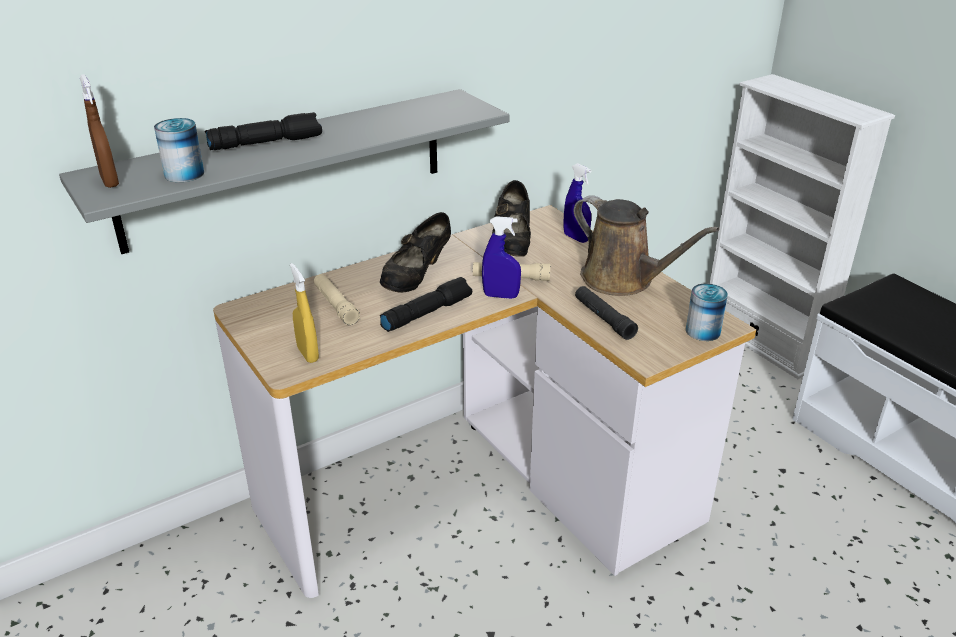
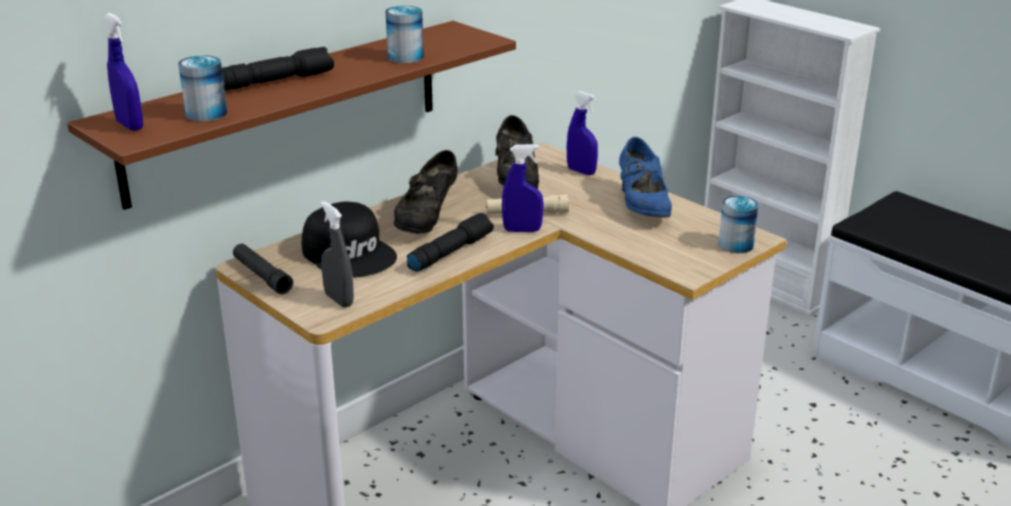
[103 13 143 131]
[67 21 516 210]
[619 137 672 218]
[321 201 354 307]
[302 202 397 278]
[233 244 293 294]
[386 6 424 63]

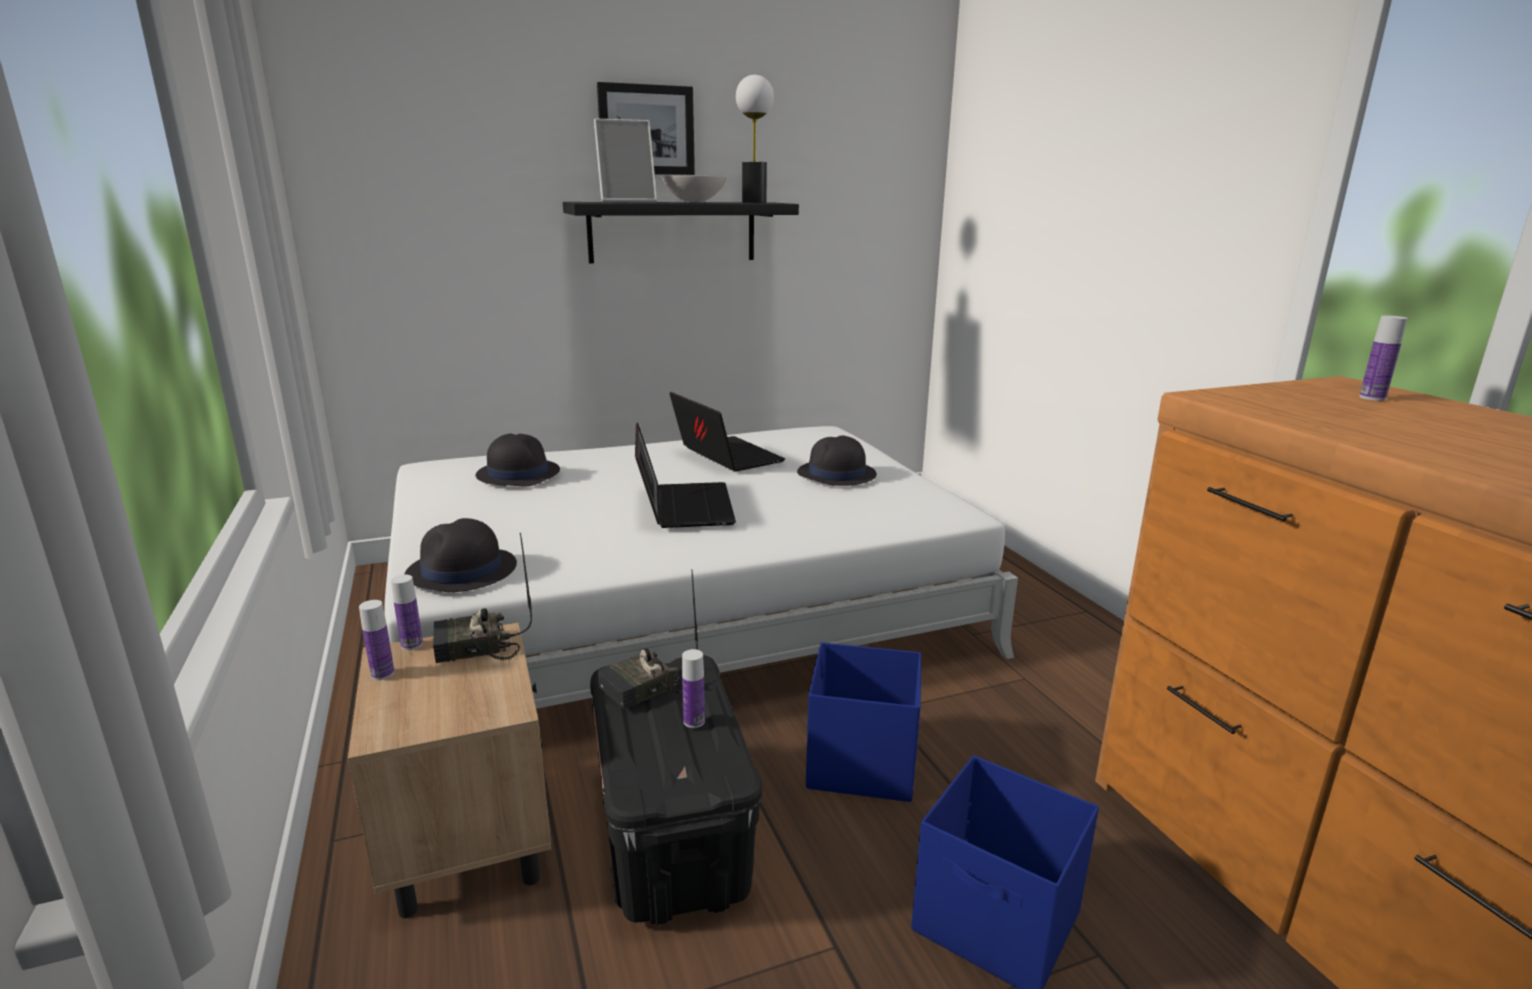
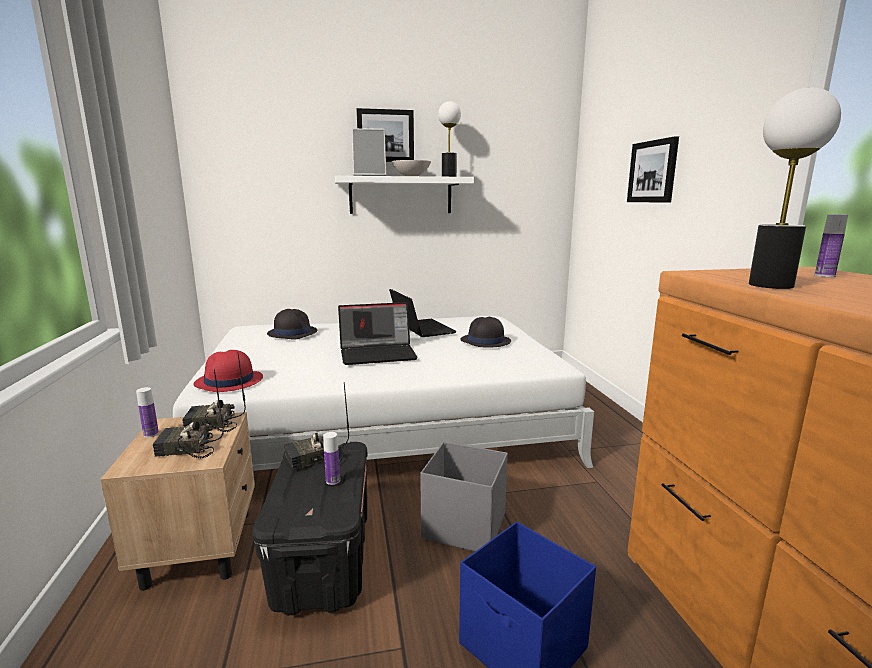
[335 176 474 214]
[338 302 418 365]
[193 350 263 392]
[391 575 423 650] (first image)
[420 442 508 551]
[749 88 841 289]
[627 136 679 203]
[153 369 224 458]

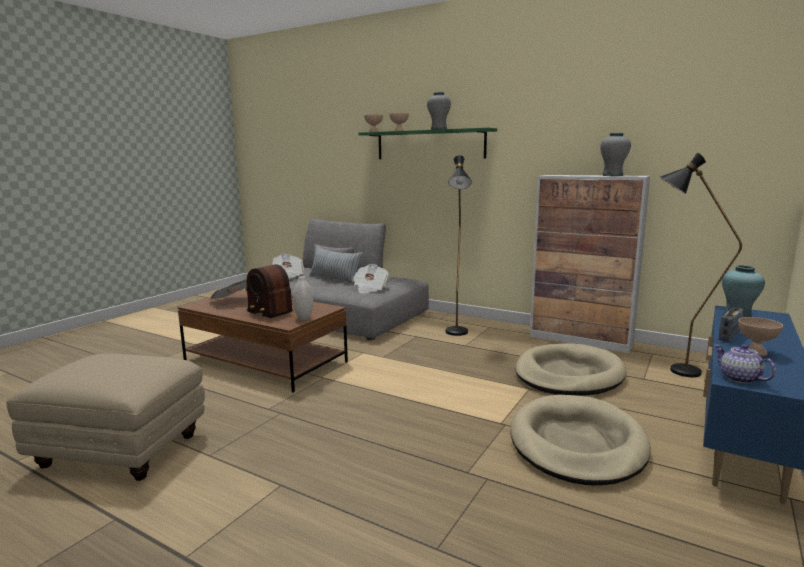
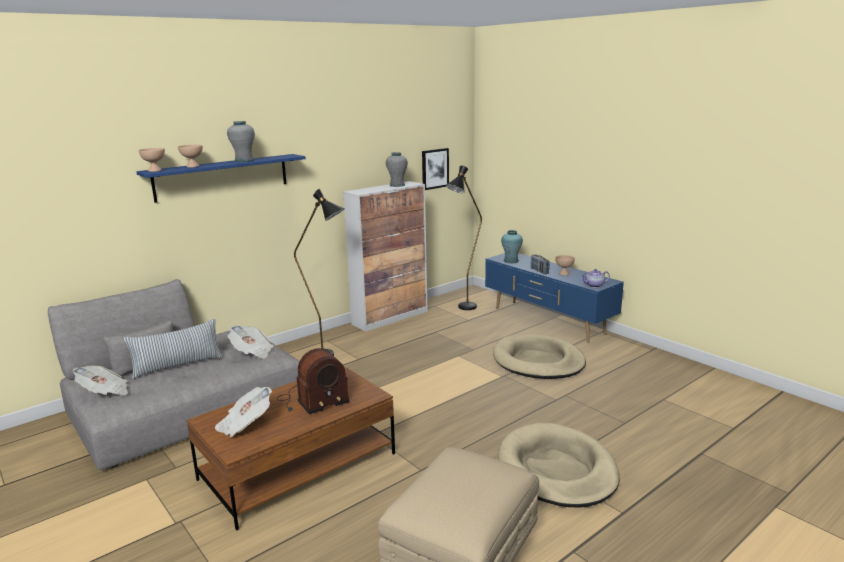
[136 154 306 203]
[293 276 313 321] (first image)
[498 423 620 508]
[422 148 449 190]

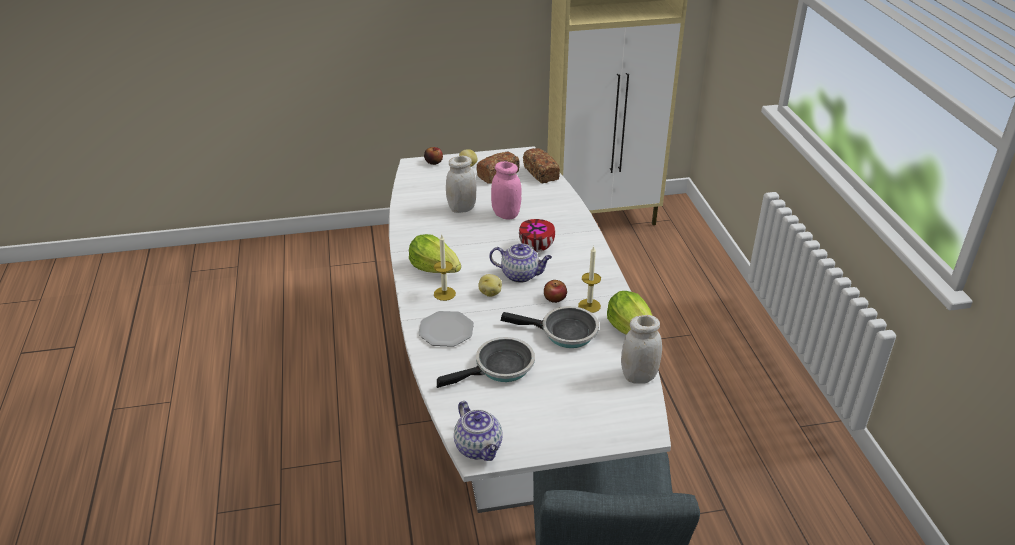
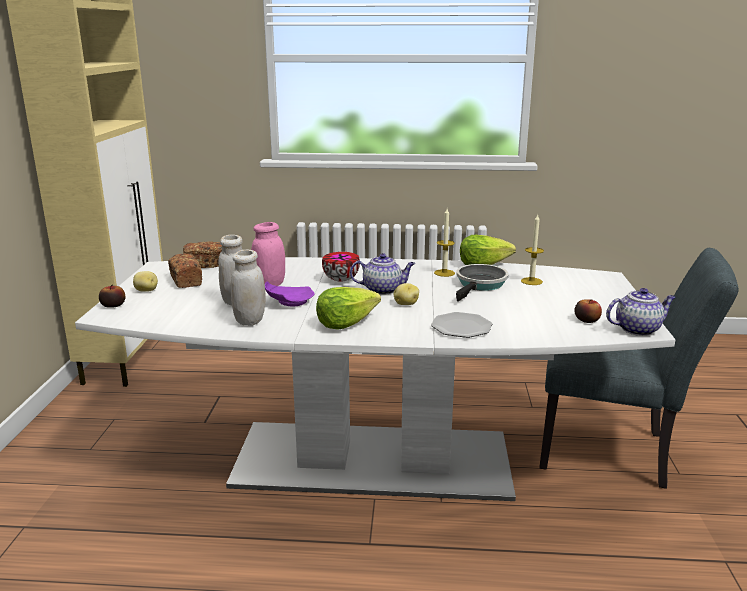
[521 215 544 285]
[350 253 415 295]
[574 299 602 323]
[231 250 266 326]
[437 337 535 388] (first image)
[265 281 315 306]

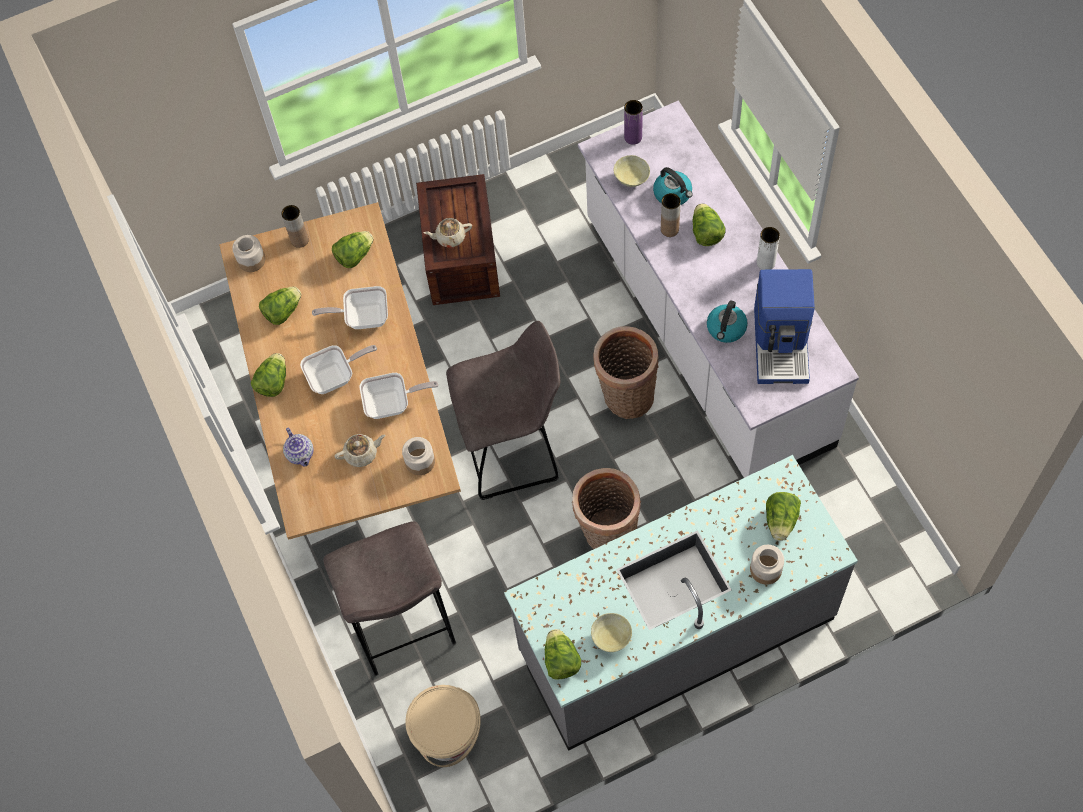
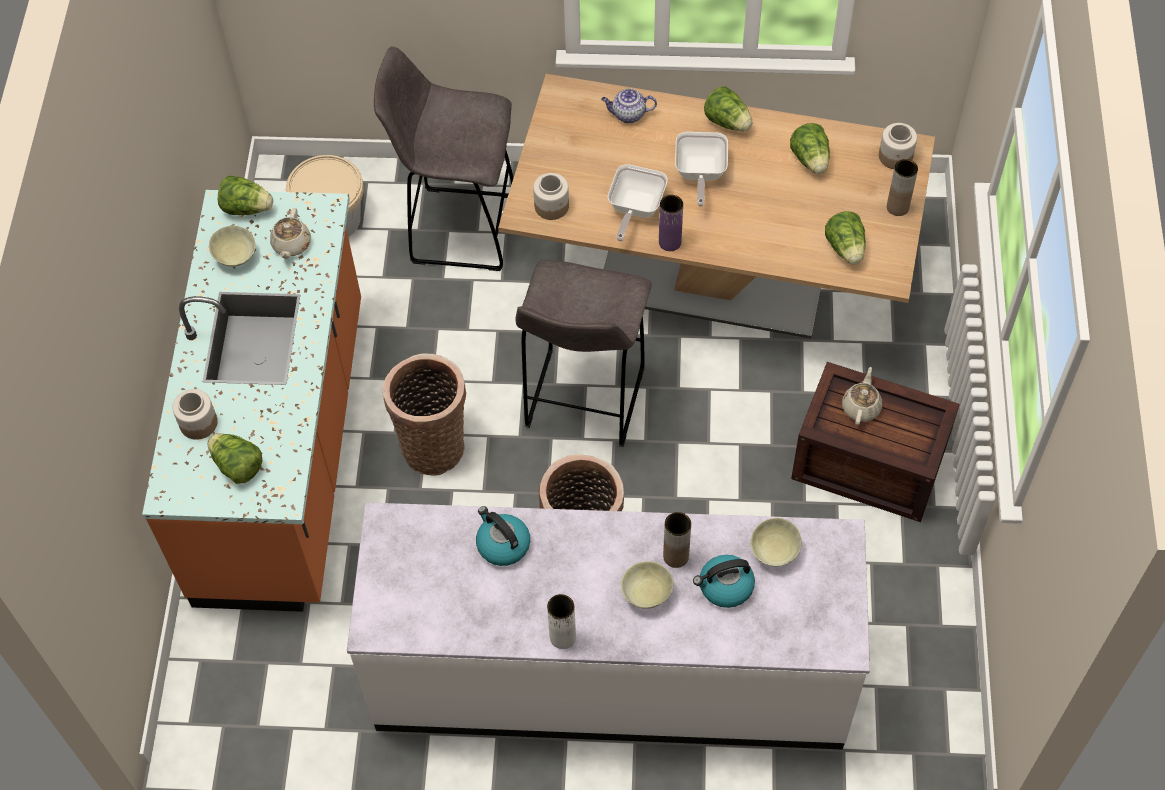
[659 195 683 251]
[621 561 673 609]
[754 269 815 384] (first image)
[312 286 388 329] (first image)
[270 208 311 259]
[142 190 361 612]

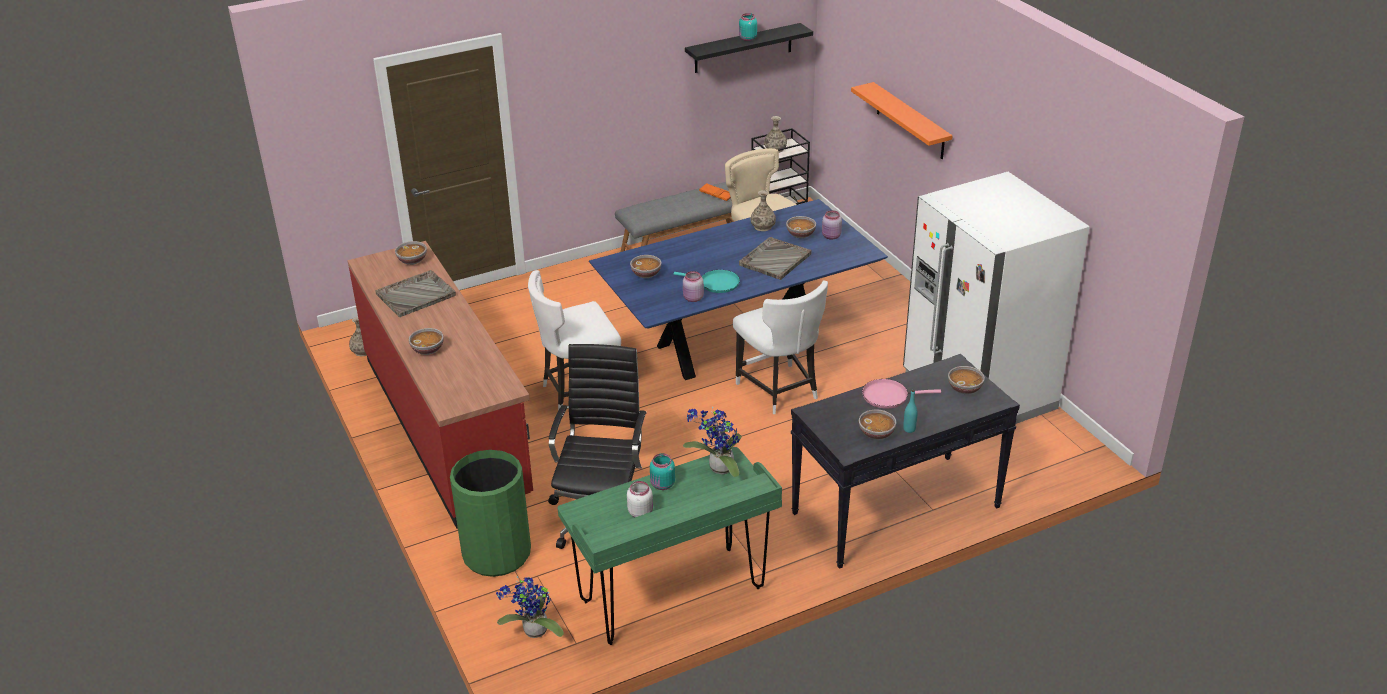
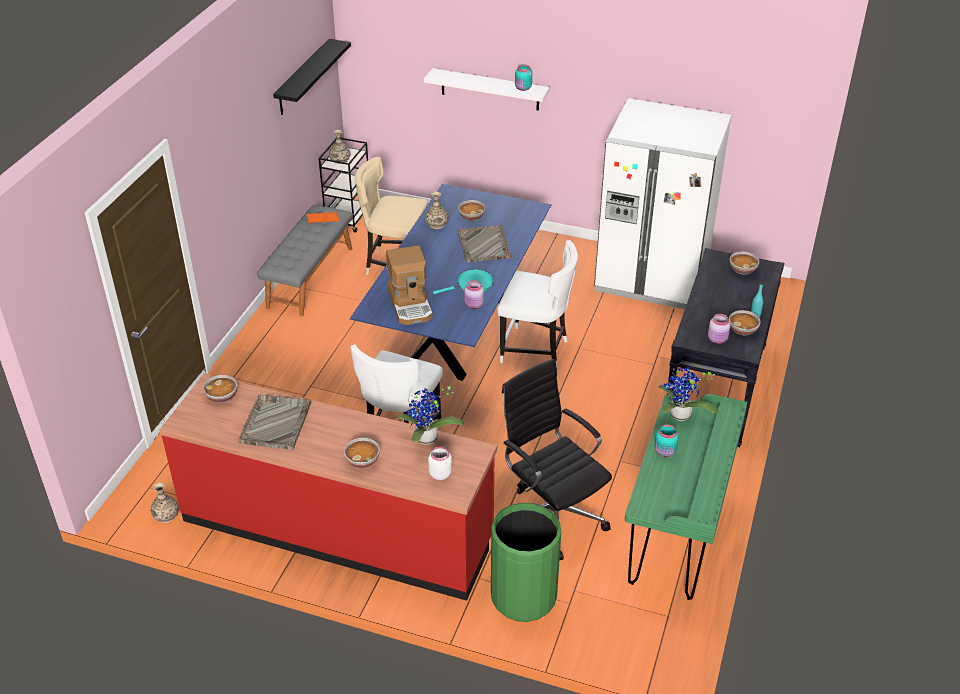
[515 64 532 91]
[424 68 550 111]
[708 314 731 344]
[386 245 433 325]
[862 379 941 409] (first image)
[428 446 452 480]
[396 386 464 445]

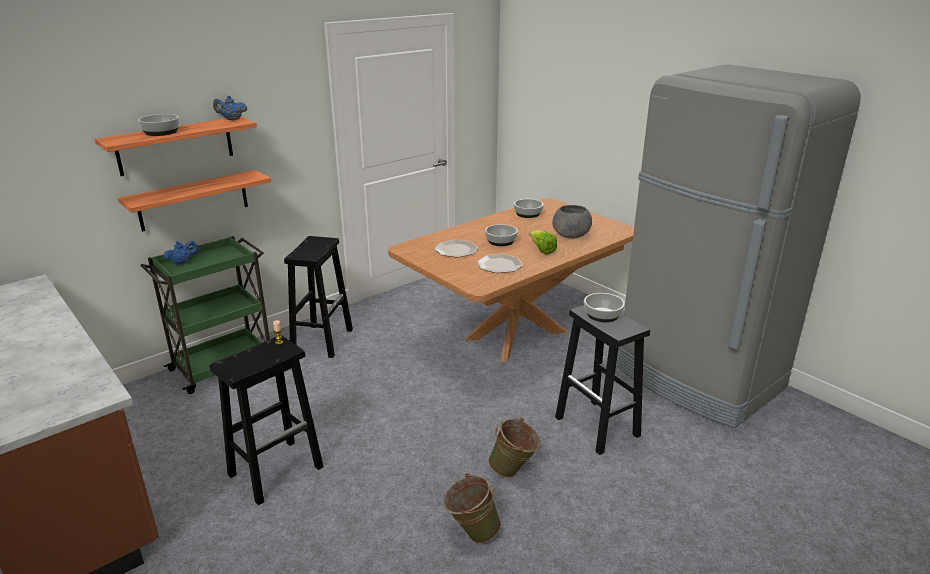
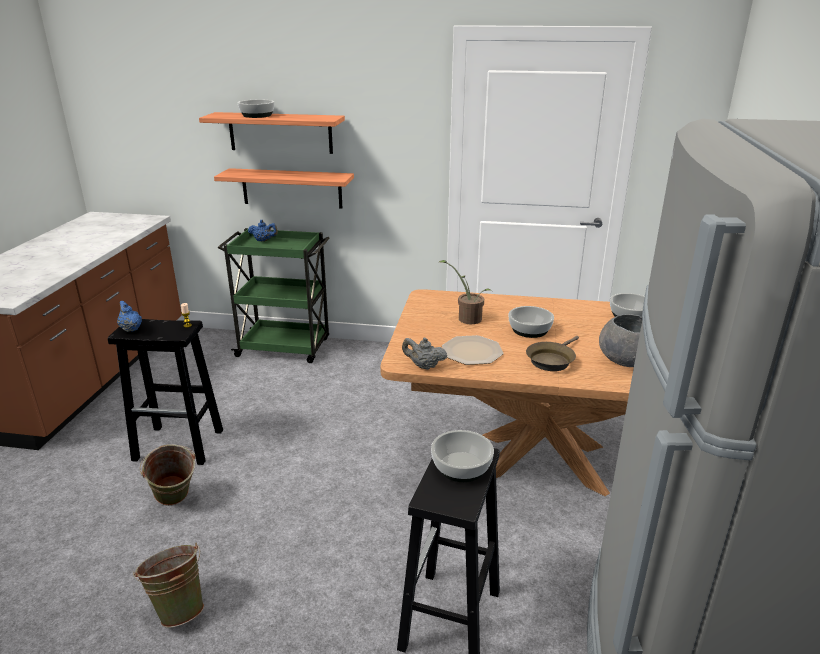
[117 301 142 332]
[526 336 579 371]
[284 236 353 358] (first image)
[439 260 492 324]
[139 444 196 506]
[402 337 447 370]

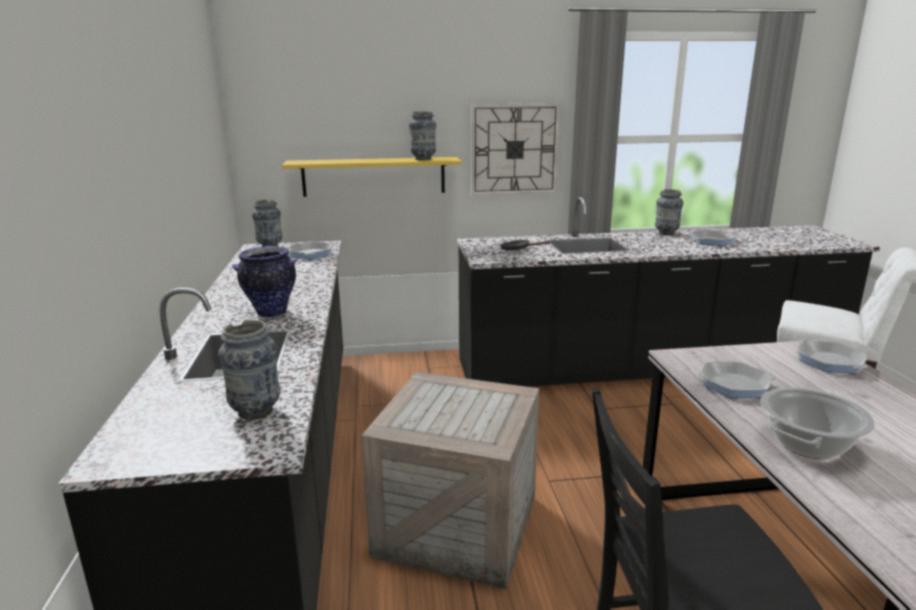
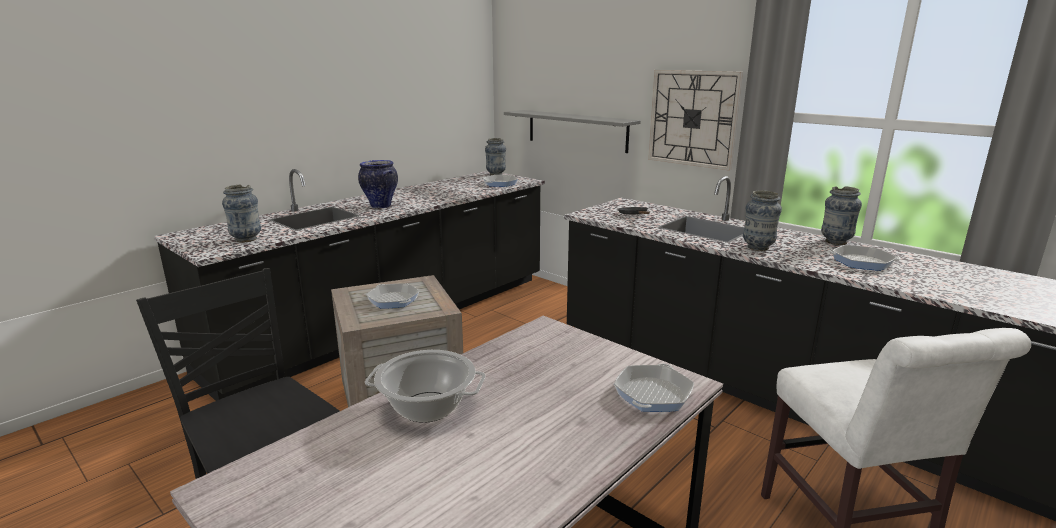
[743 190 782 251]
[504 110 641 153]
[366 283 419 309]

